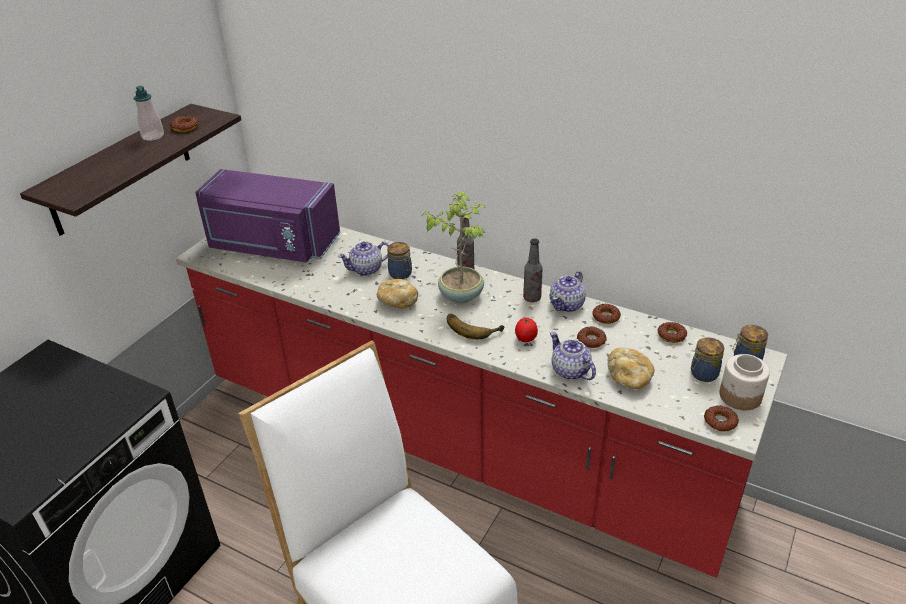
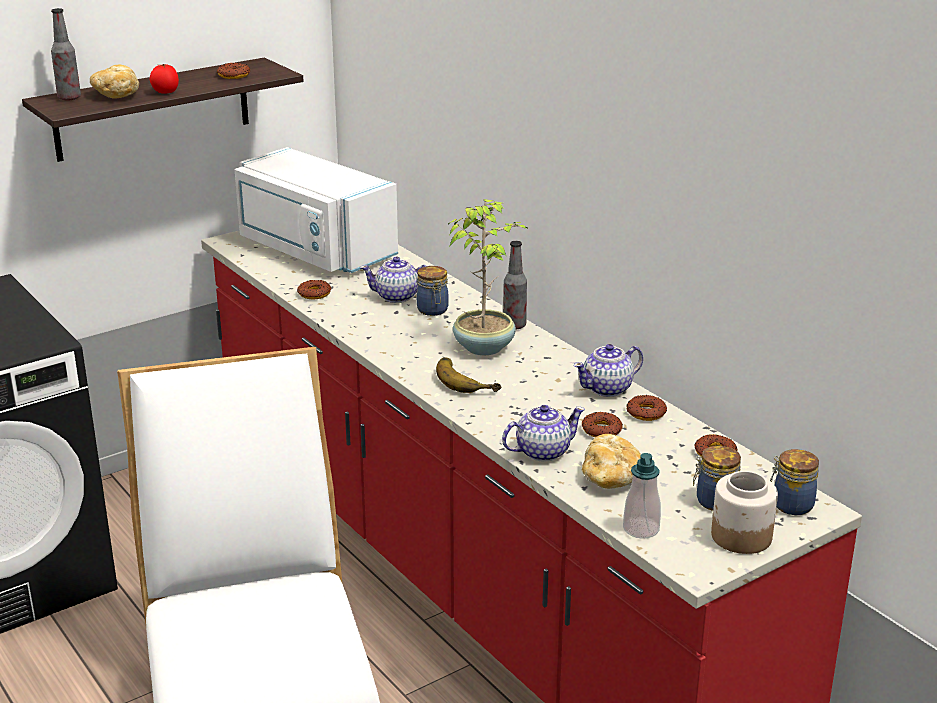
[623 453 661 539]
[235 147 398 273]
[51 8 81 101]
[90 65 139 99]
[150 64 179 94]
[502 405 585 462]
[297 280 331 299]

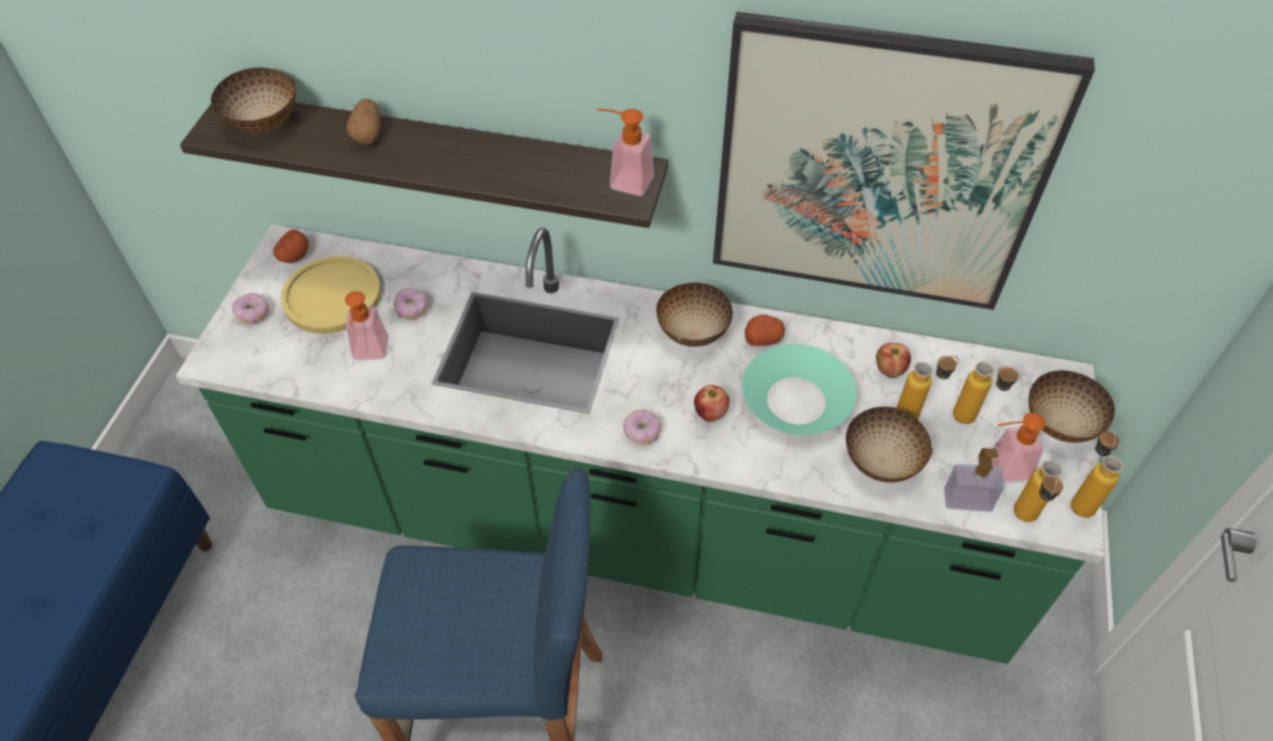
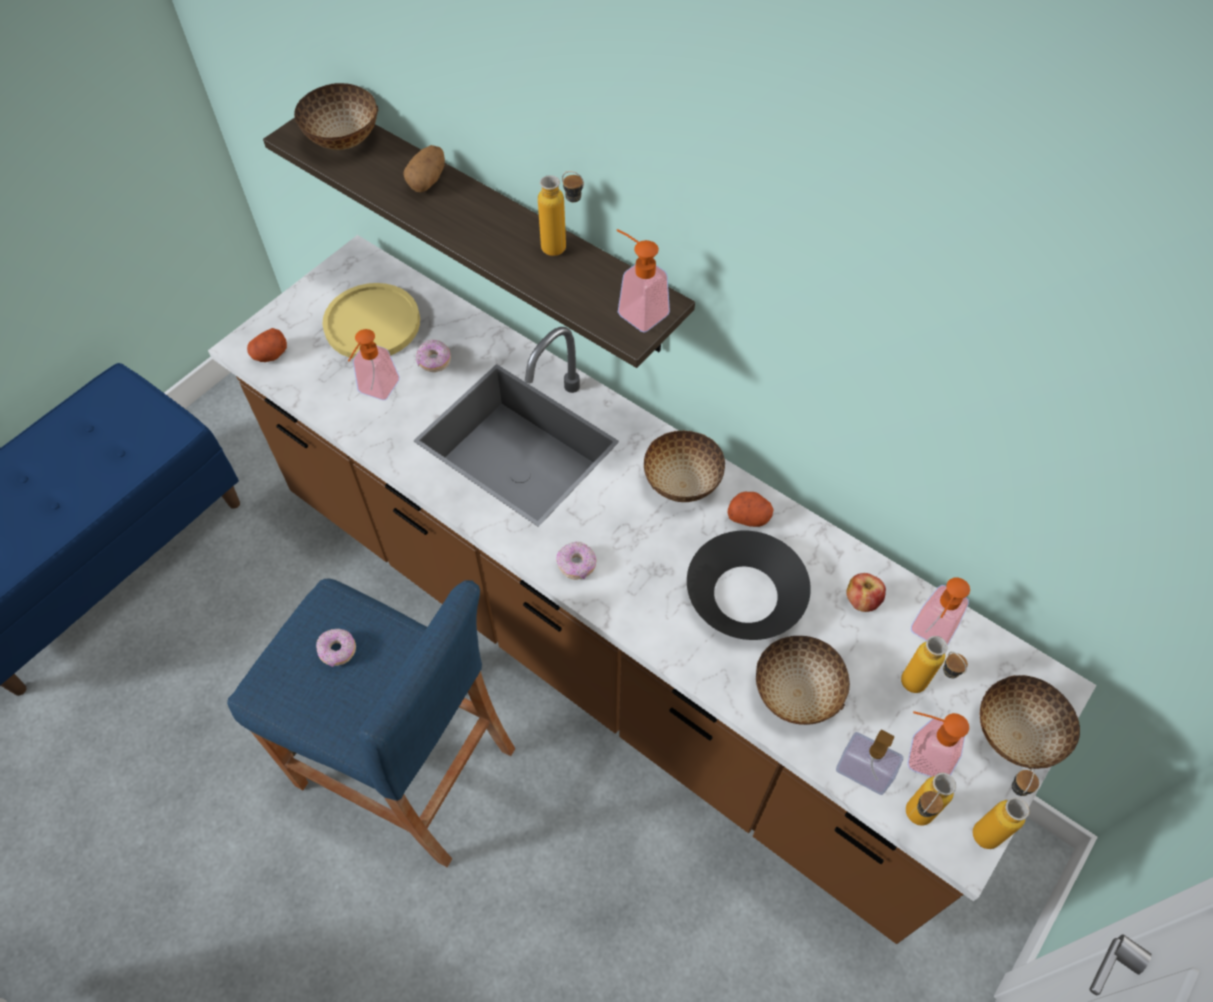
[713 12 1095 310] (first image)
[208 235 1097 944]
[247 328 287 362]
[316 629 356 667]
[687 530 811 640]
[538 171 584 256]
[694 385 730 422] (first image)
[911 578 970 646]

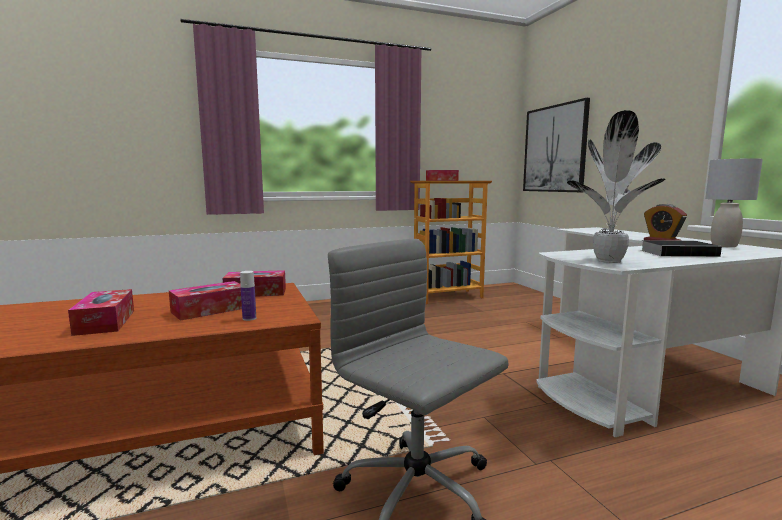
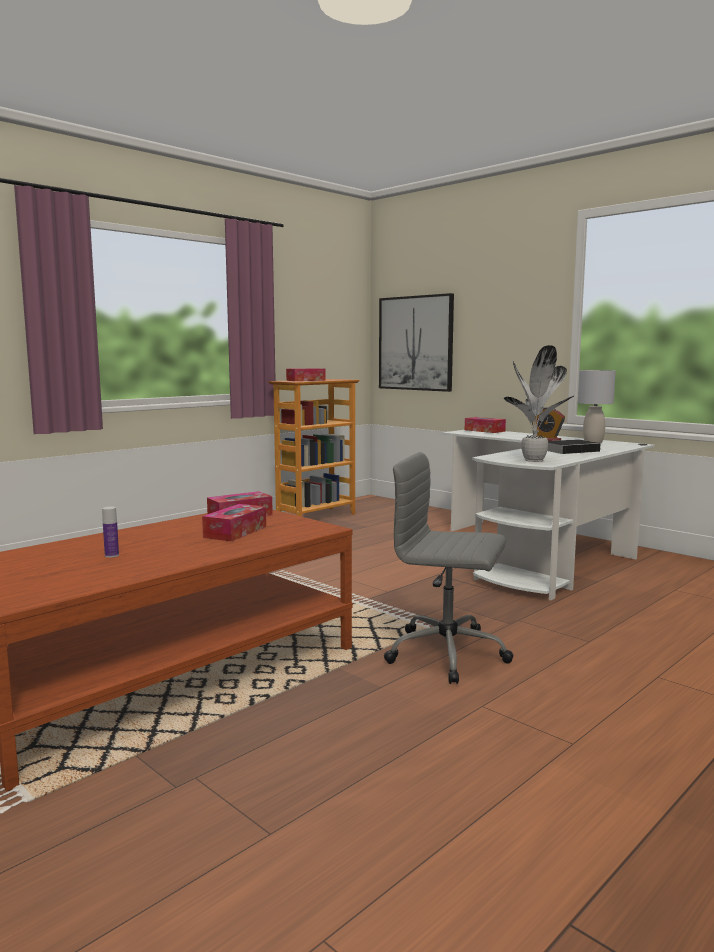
[102 507 119 558]
[465 417 506 433]

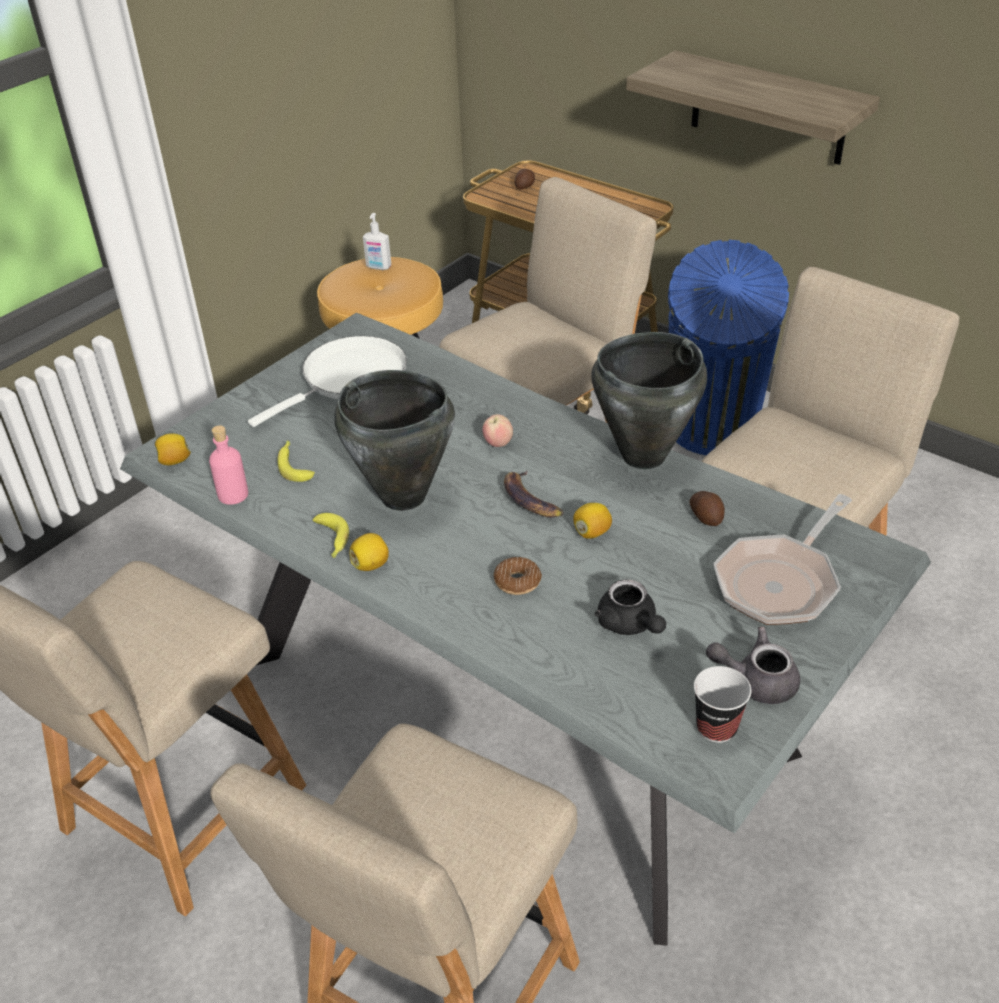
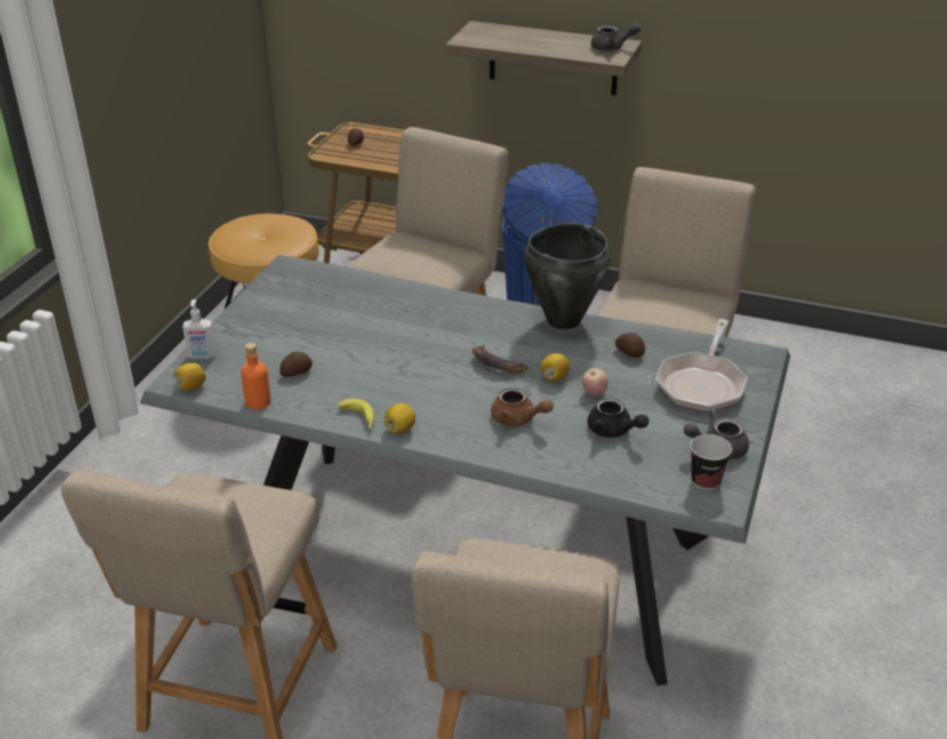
[183 299 216 359]
[248 336 407 427] (first image)
[334 370 455 511] (first image)
[582 368 608 396]
[241 343 271 410]
[280 351 312 377]
[491 387 553 426]
[591 23 641 51]

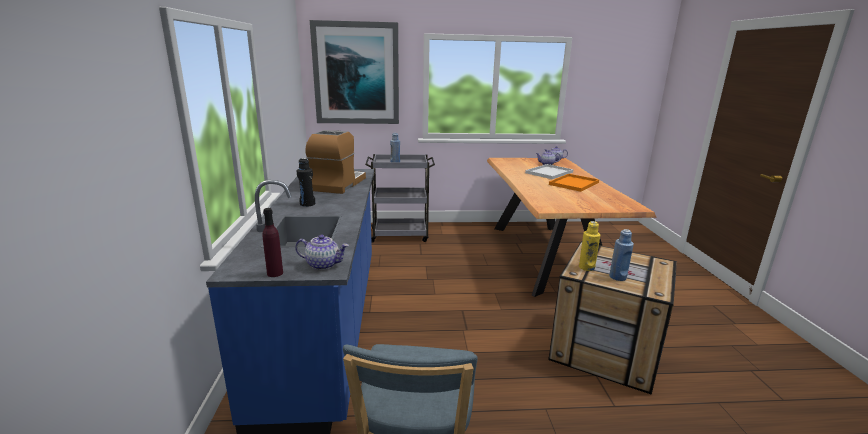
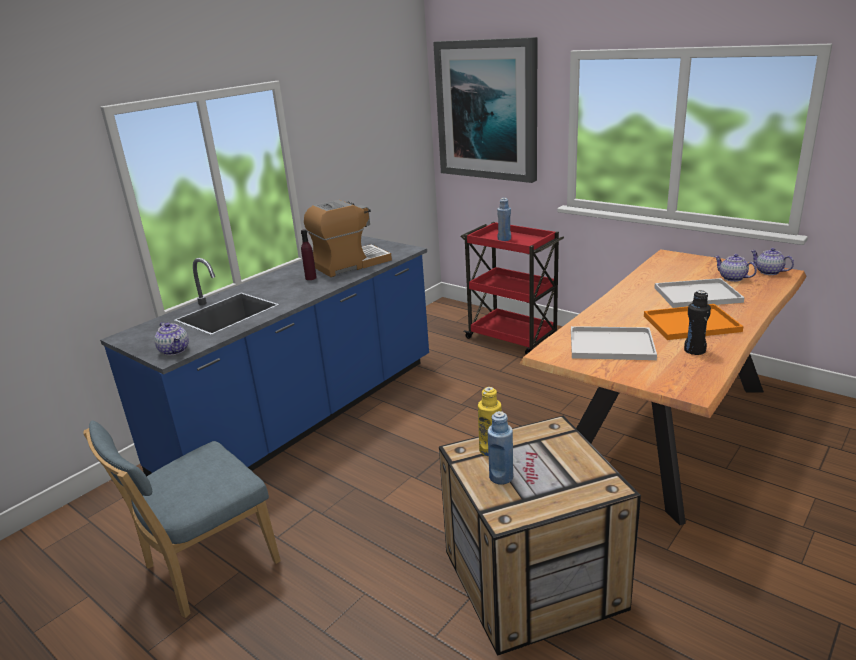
[461 222 564 354]
[684 290 711 355]
[301 229 317 280]
[571 326 657 360]

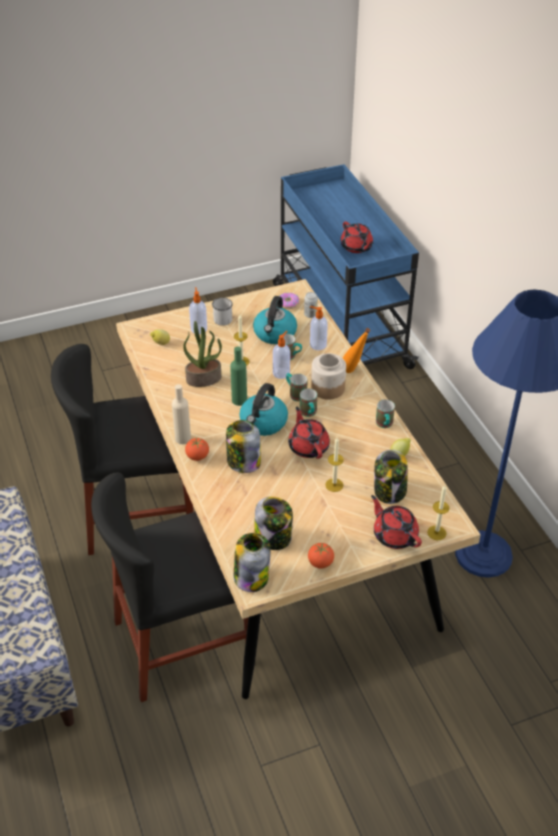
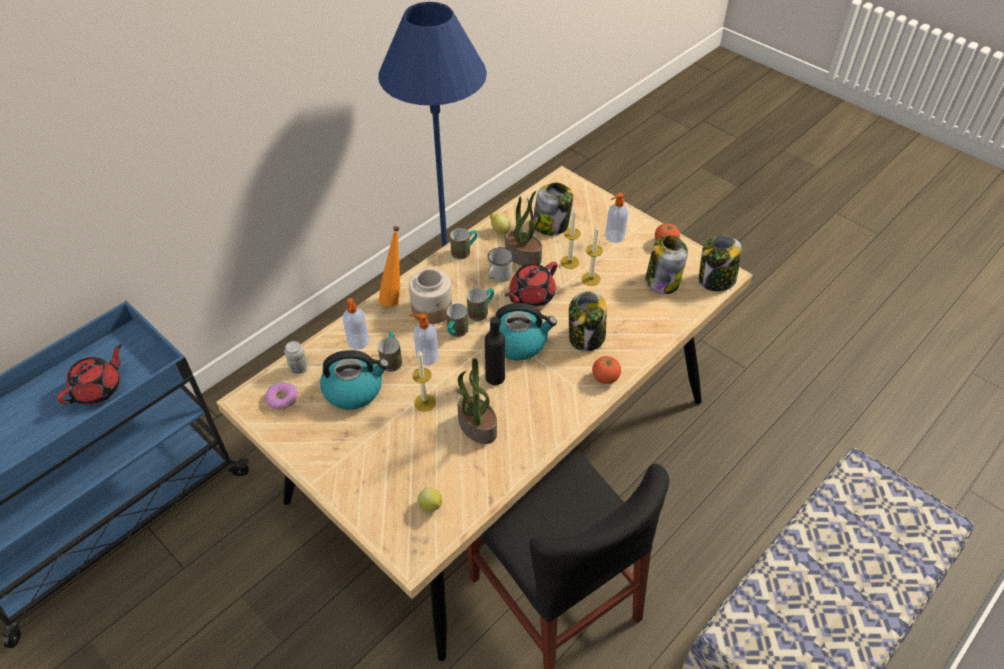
[605 193 628 243]
[488 247 514 282]
[485 317 505 385]
[172 384 191 444] (first image)
[91 473 248 702] (first image)
[581 226 603 286]
[371 495 422 549] (first image)
[505 191 542 266]

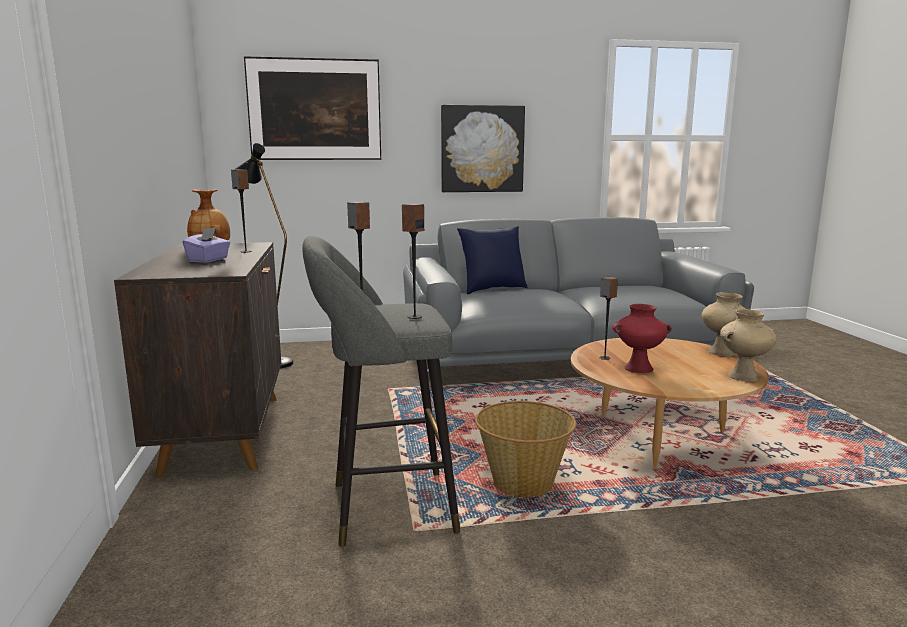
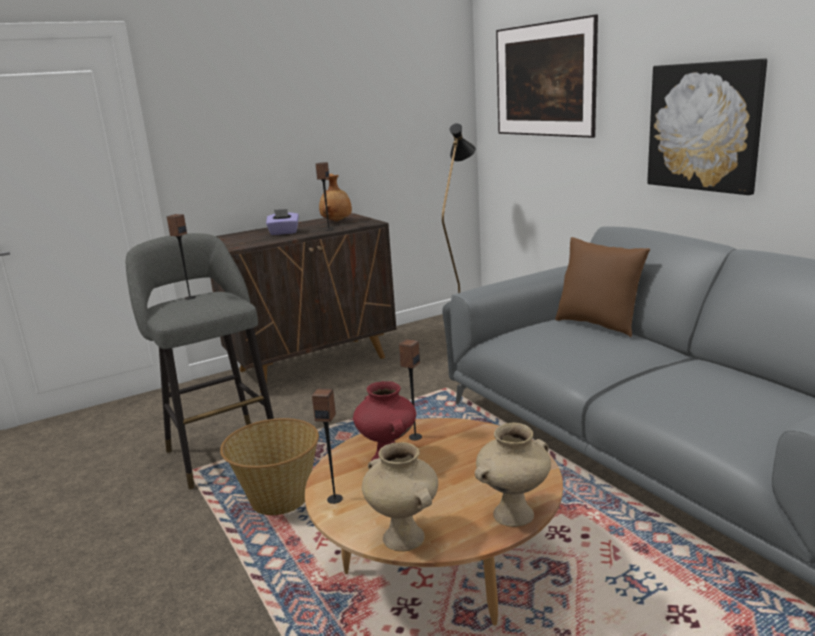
[312 388 343 504]
[555 237 650 337]

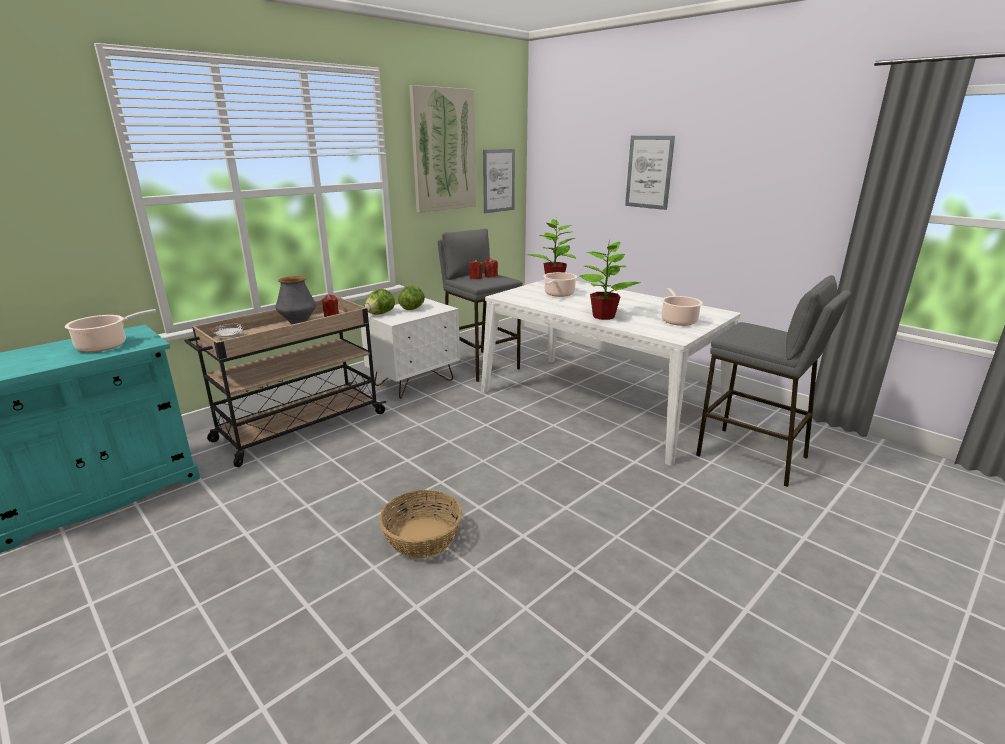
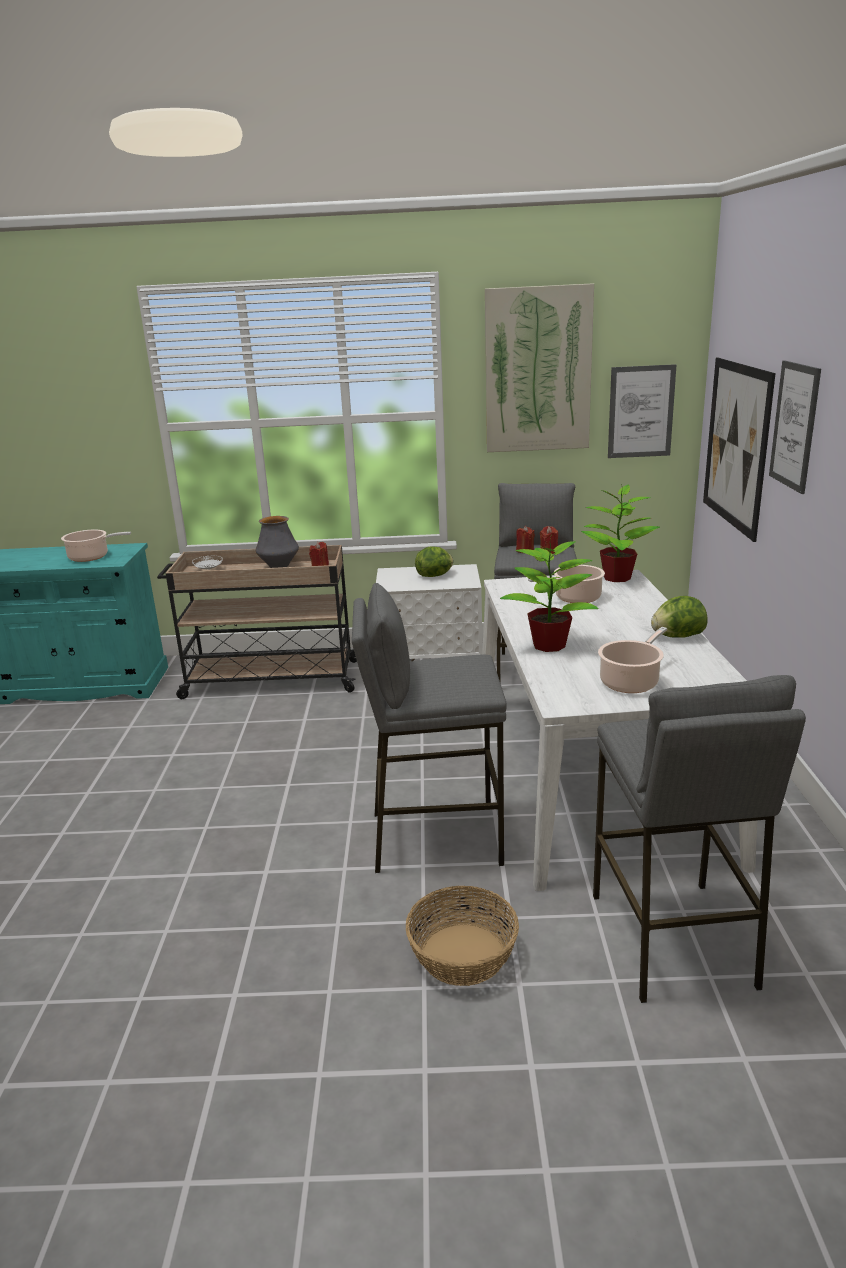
[651 596 708 638]
[406 886 519 986]
[703 357 775 542]
[352 583 507 873]

